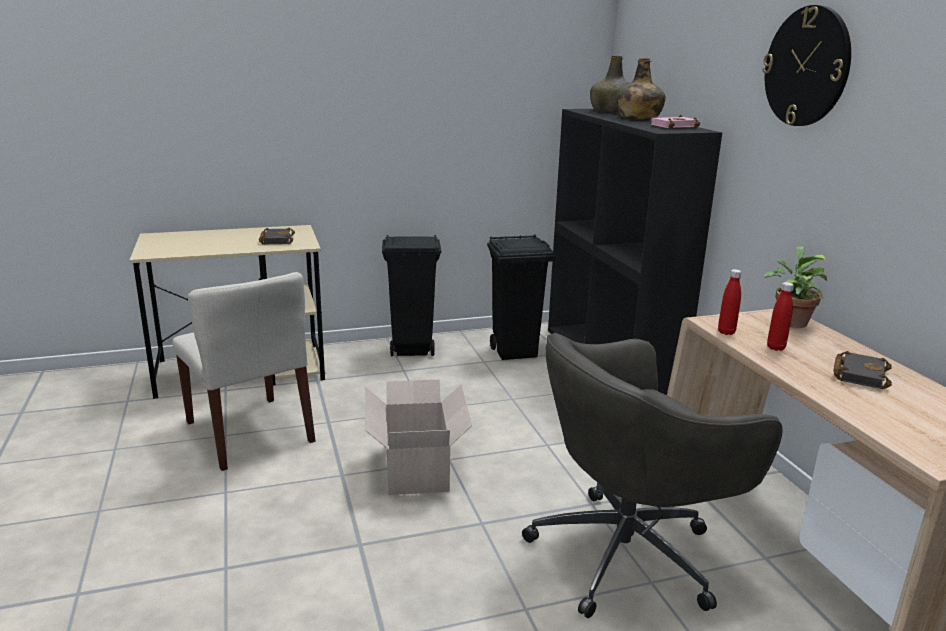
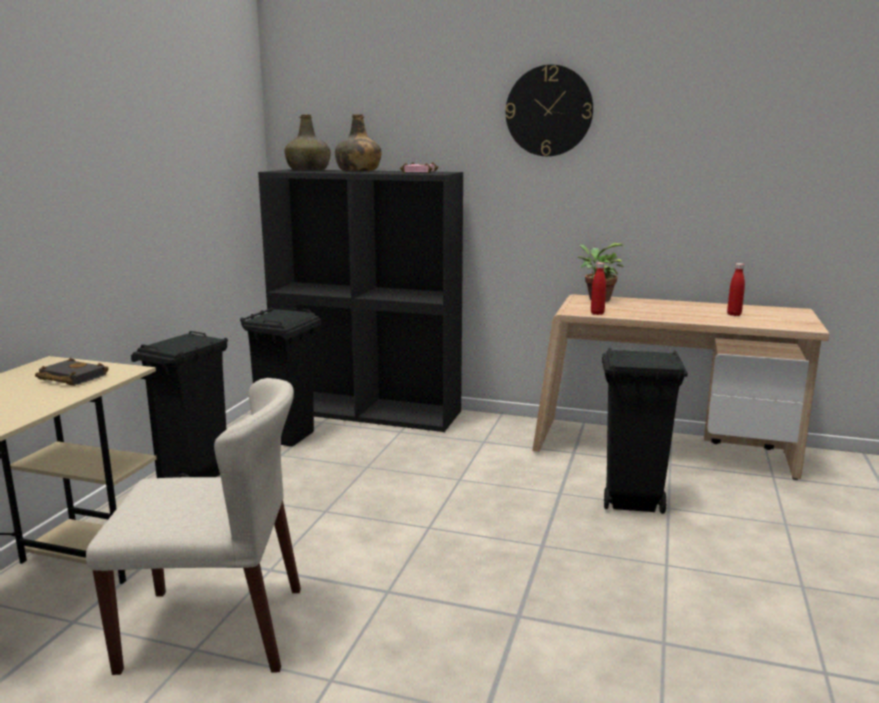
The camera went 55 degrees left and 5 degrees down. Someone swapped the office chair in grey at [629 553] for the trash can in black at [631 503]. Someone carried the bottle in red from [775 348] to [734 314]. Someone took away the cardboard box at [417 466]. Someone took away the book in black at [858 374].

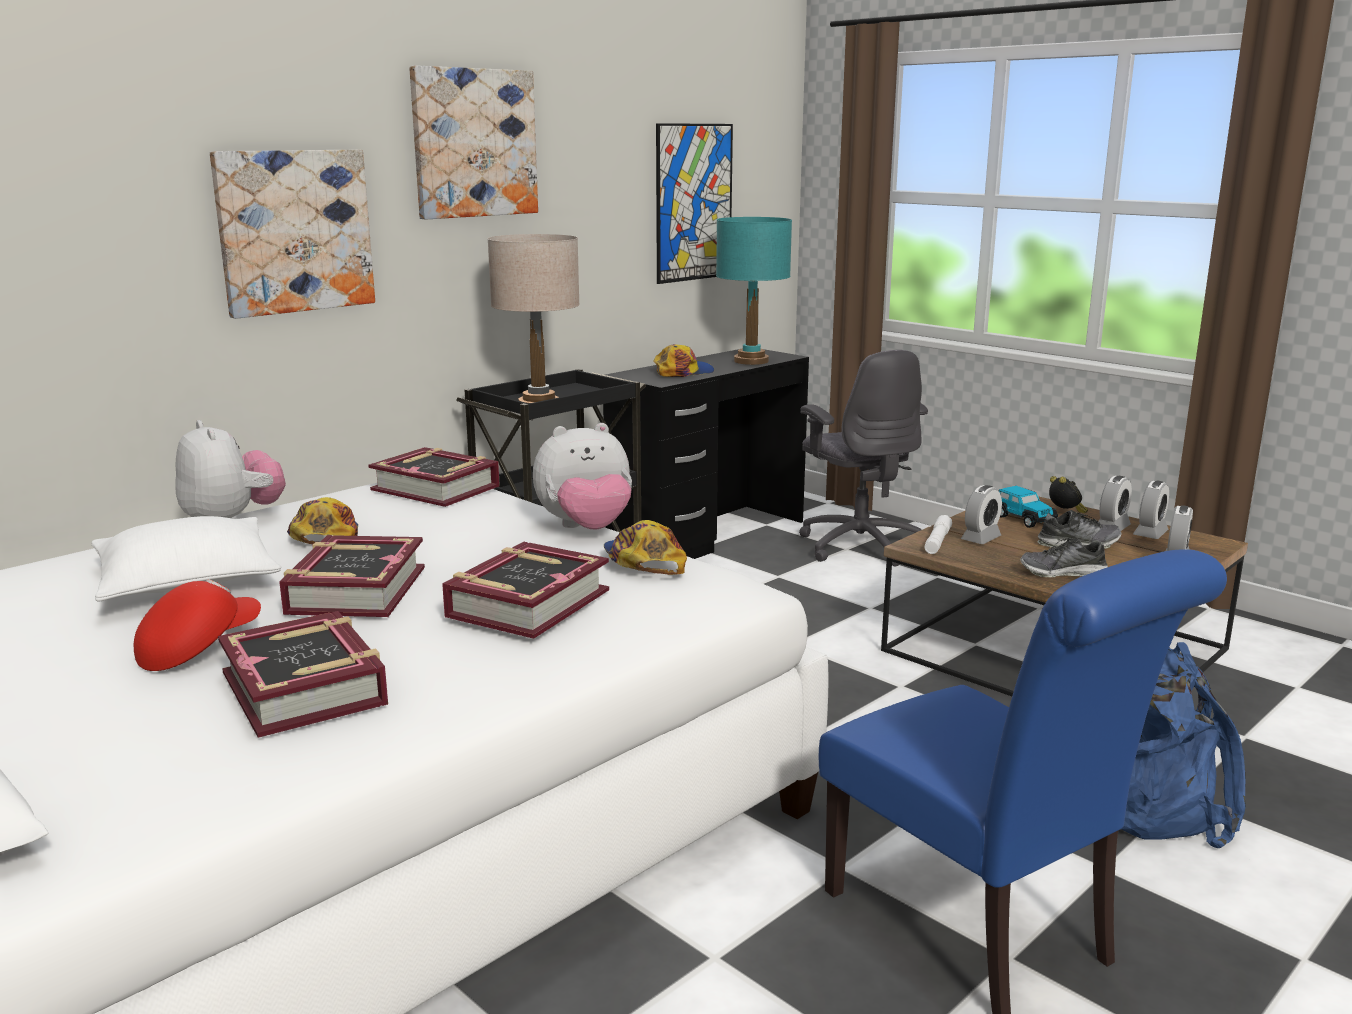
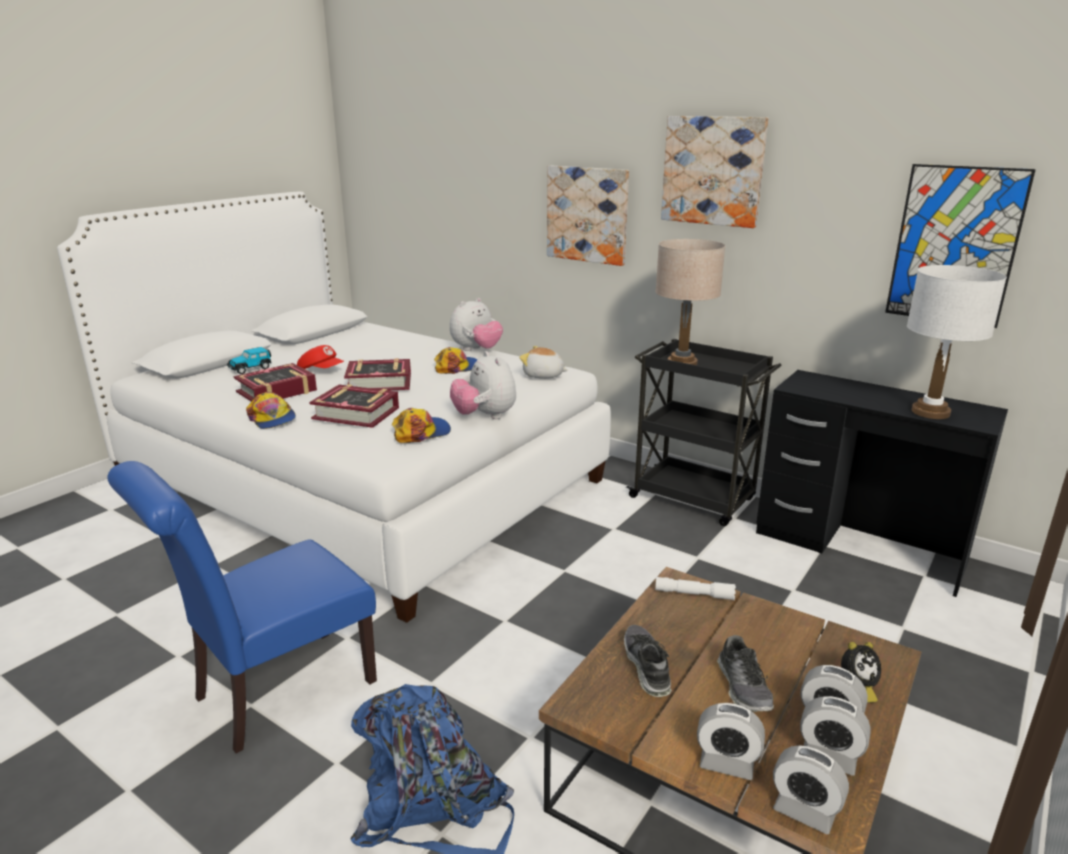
The camera went 80 degrees right and 5 degrees up. Someone carried the toy car from [1023 519] to [251 368]. Someone carried the cap from [683 372] to [272 419]. Someone swapped the book at [436 488] for the plush toy at [543 375]. Someone carried the alarm clock from [981 538] to [804 811]. Someone repainted the table lamp in turquoise at [751 361], which became the table lamp in white at [930 412]. Someone took away the pillow in white at [187 580]. Someone took away the office chair in grey at [859 545].

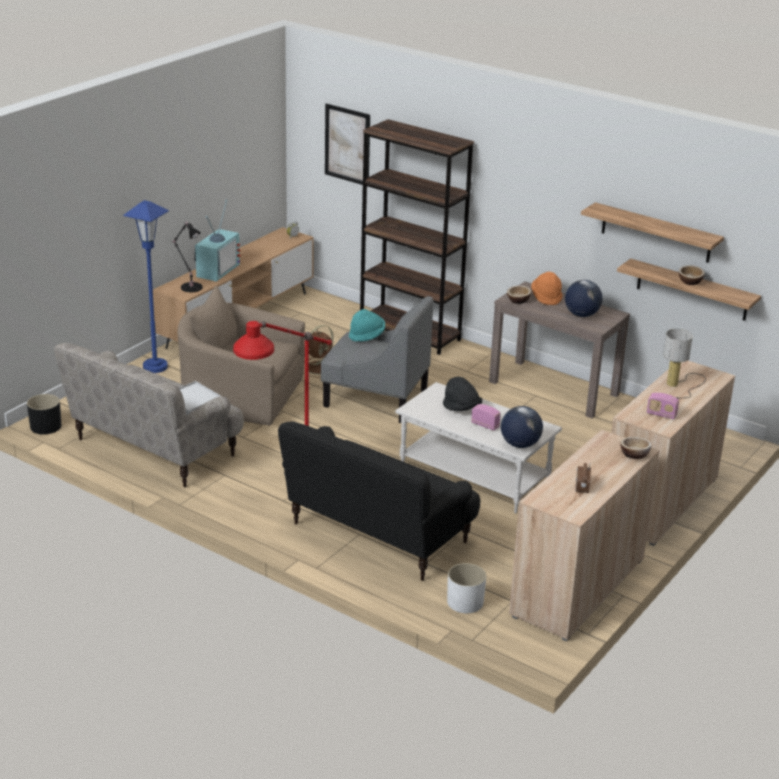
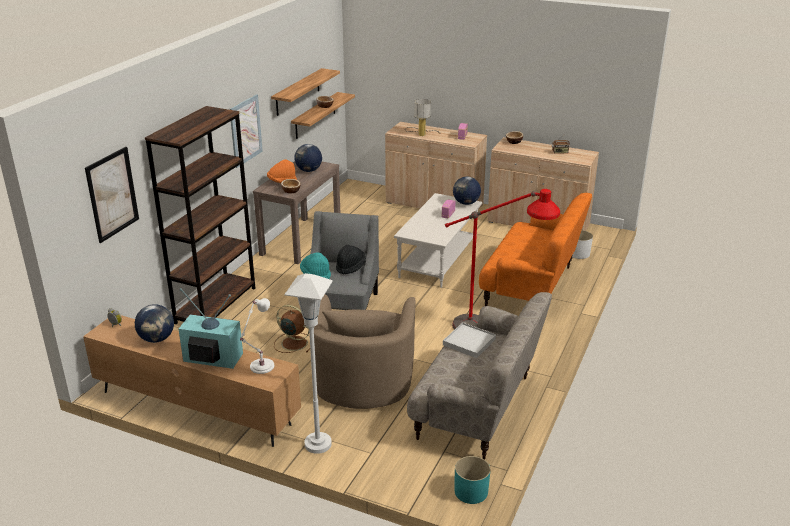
The camera went 100 degrees left and 0 degrees up. Someone put down the globe at [157 339]. Someone put up the picture at [245 130]. Someone repainted the table lamp in black at [190 287], which became the table lamp in white at [260 367]. Someone repainted the floor lamp in blue at [155 367], which became the floor lamp in white at [318 444]. Someone carried the hat in black from [461 408] to [350 267]. Someone repainted the planter in black at [45 426], which became the planter in turquoise at [471 492]. Someone repainted the sofa in black at [377 535], which became the sofa in orange at [531 287].

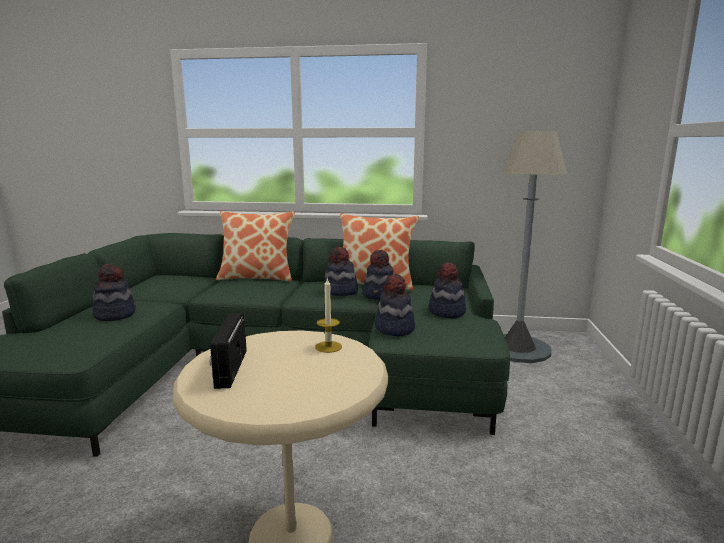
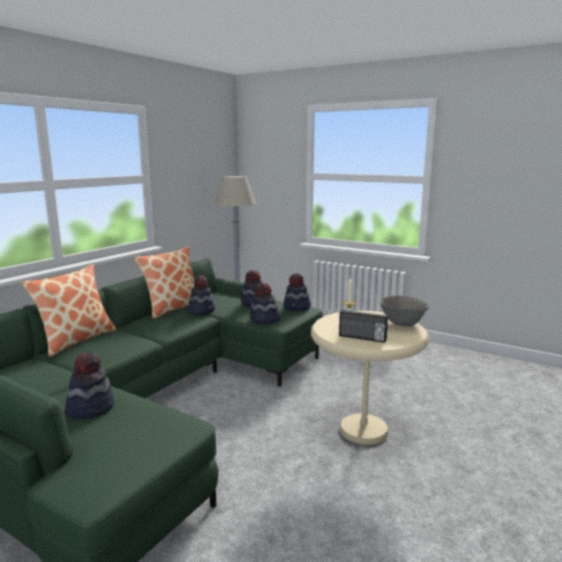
The camera went 65 degrees left and 0 degrees up. Someone carried the hat from [340 291] to [297 308]. Someone put down the bowl in grey at [402 324].

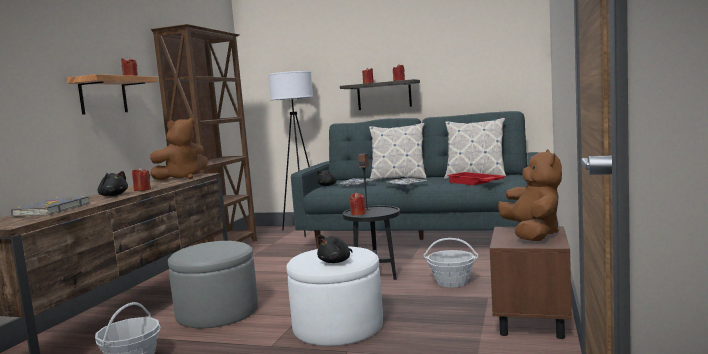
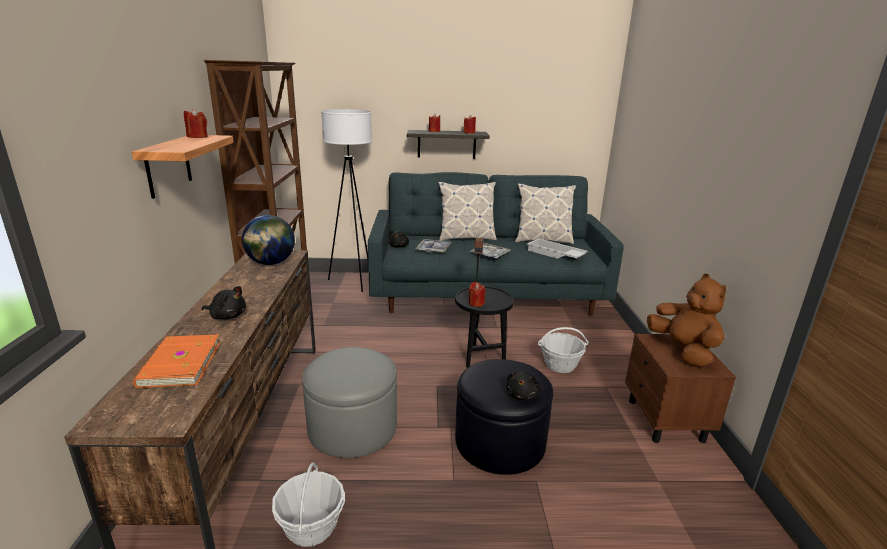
The camera went 20 degrees left and 15 degrees up. Someone repainted the book in grey at [51 210], which became the book in orange at [179 364]. Someone swapped the plush toy in brown at [182 178] for the globe at [271 263]. Someone repainted the ottoman in white at [338 326], which became the ottoman in black at [500 441]. Someone repainted the tray in red at [474 183], which became the tray in white at [555 254]. Someone took away the candle in red at [142 190].

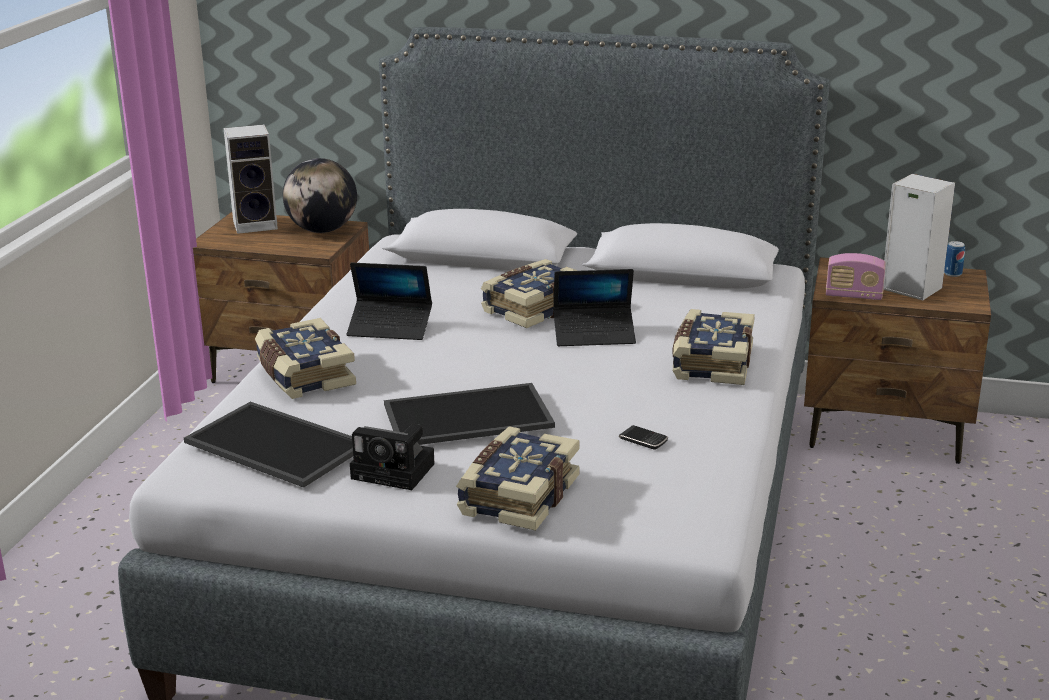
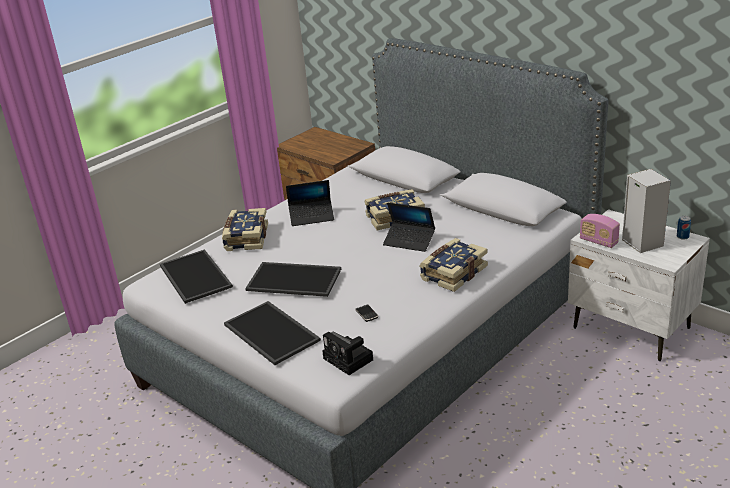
The camera went 30 degrees right and 5 degrees up. Someone swapped the book at [517 496] for the tray at [273 332]. Someone rotated the laptop at [390 328] by 45 degrees counterclockwise. Someone carried the photo camera from [396 471] to [350 360]. Someone repainted the nightstand in brown at [886 432], which became the nightstand in white at [631 328]. Someone took away the speaker at [257 224]. Someone took away the globe at [322 230].

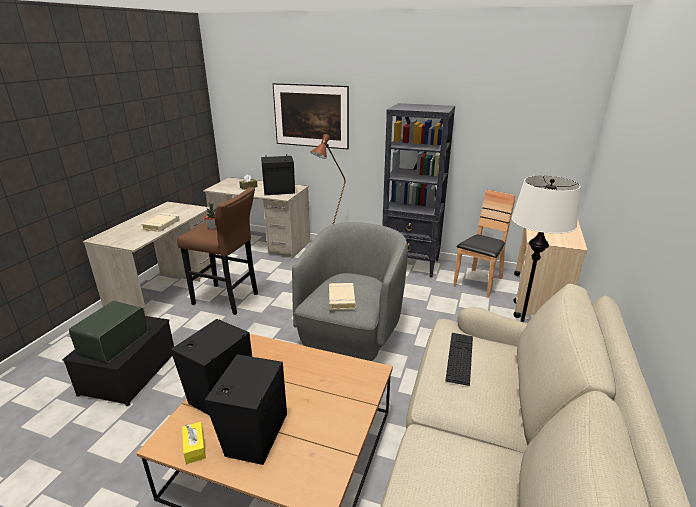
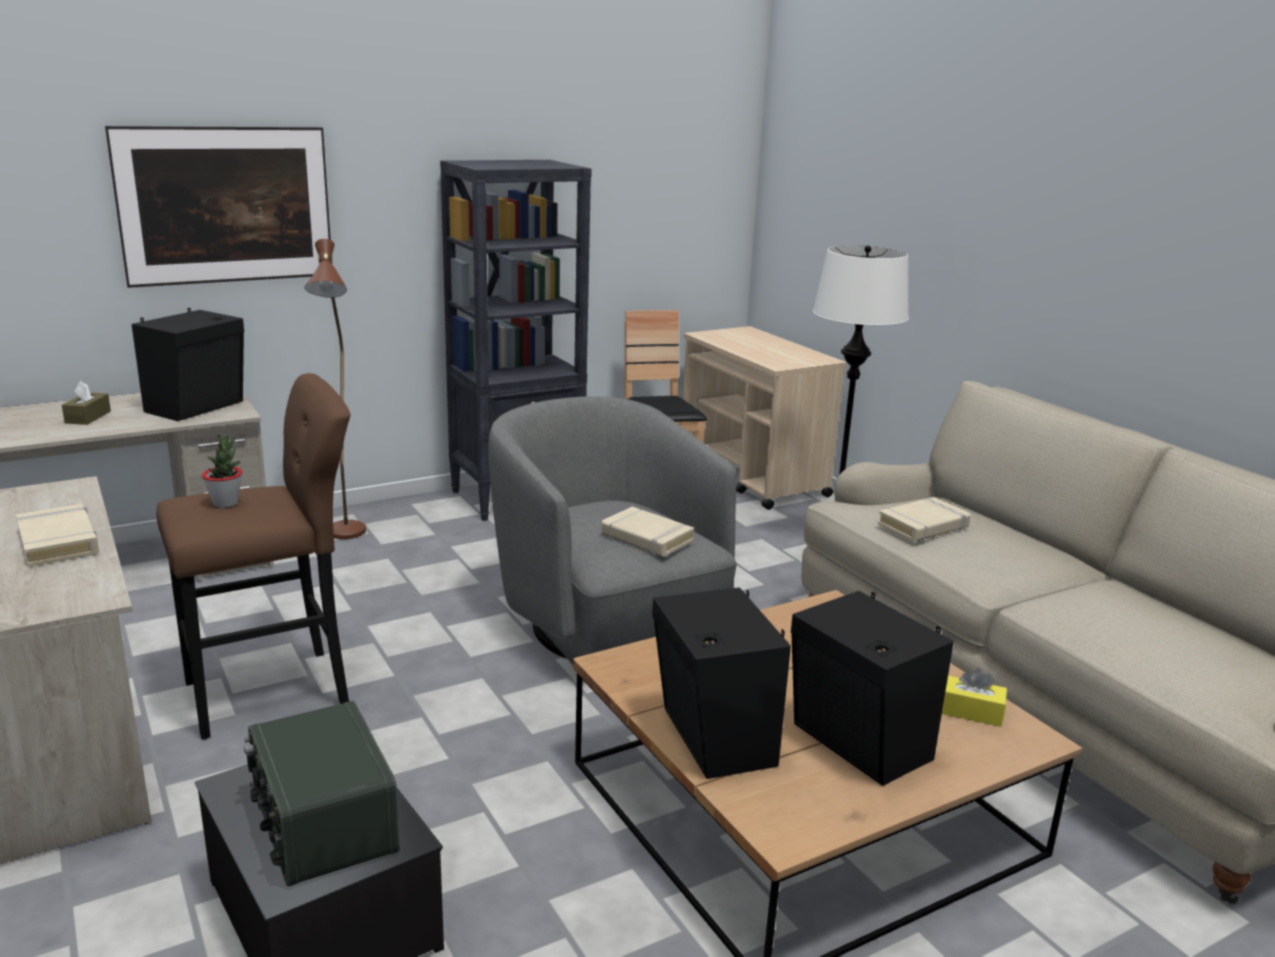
The camera went 50 degrees left and 5 degrees down. Someone swapped the keyboard at [459 357] for the book in beige at [923 526]. Someone carried the tissue box in yellow from [194 447] to [970 711].

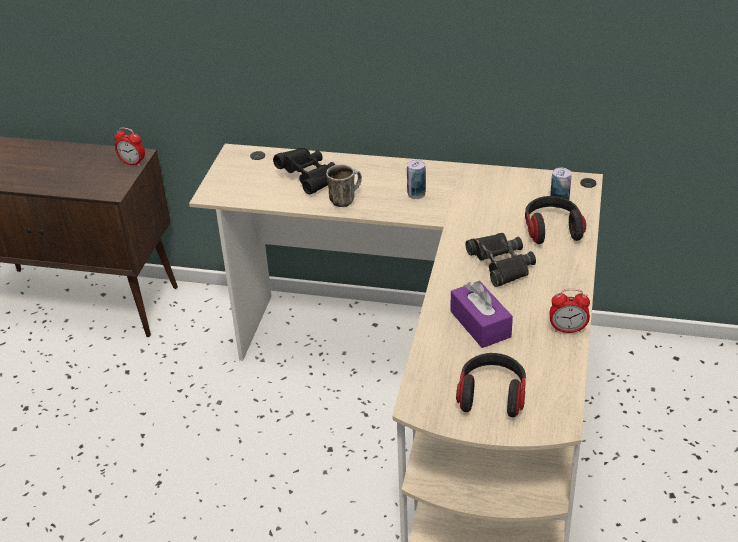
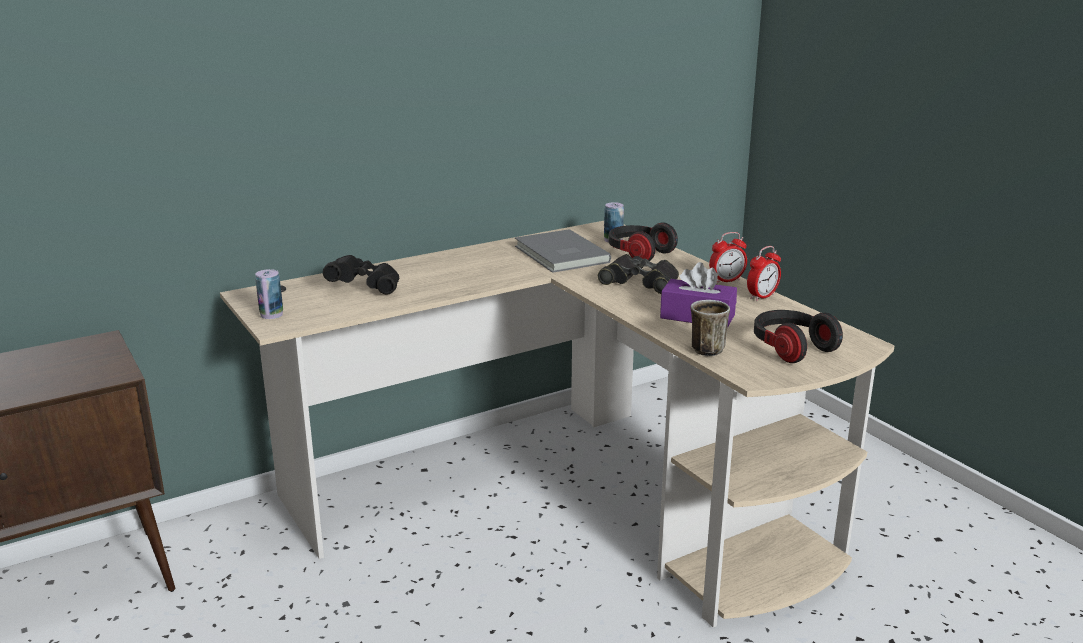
The camera went 45 degrees left and 15 degrees down. Someone carried the can from [416 194] to [271 314]. Someone put down the book in grey at [560 255]. Someone carried the mug from [345 199] to [706 348]. Someone carried the alarm clock from [132 163] to [726 280].

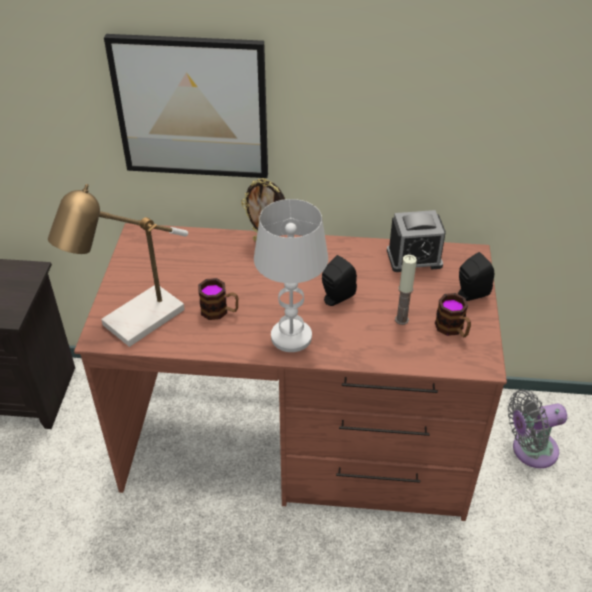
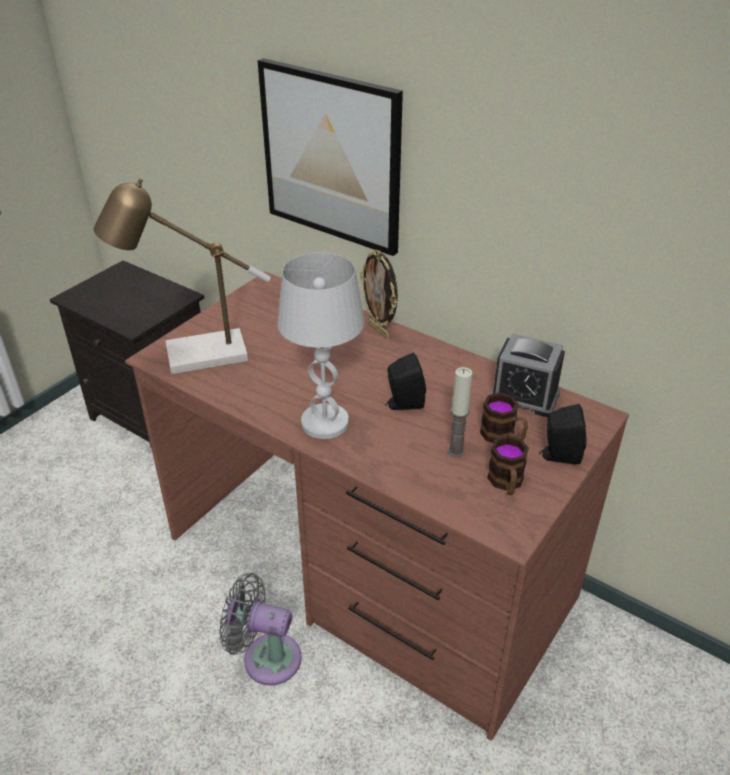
The camera went 30 degrees right and 5 degrees down. Someone carried the fan in grey from [530 450] to [266 657]. Someone carried the mug from [220 311] to [503 436].

